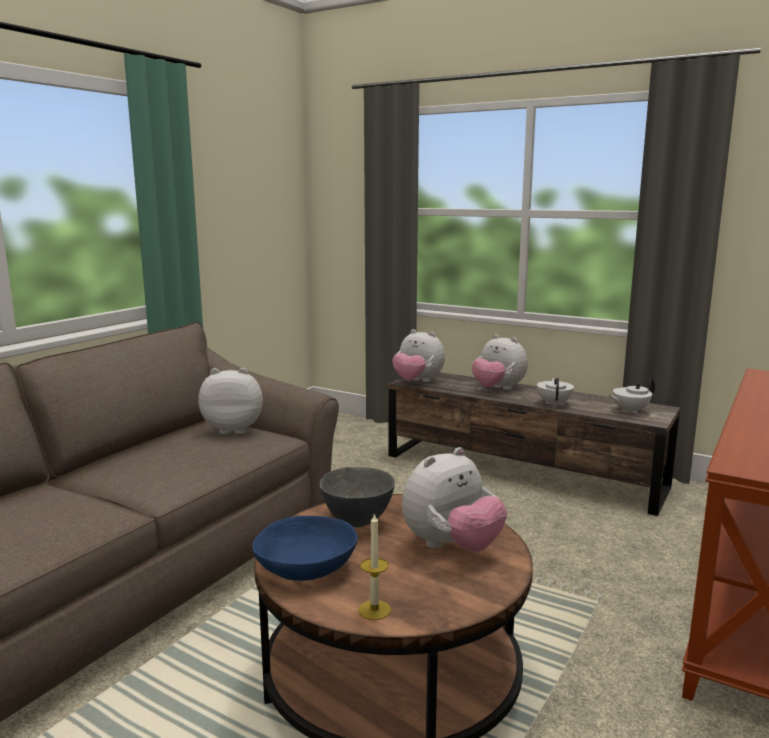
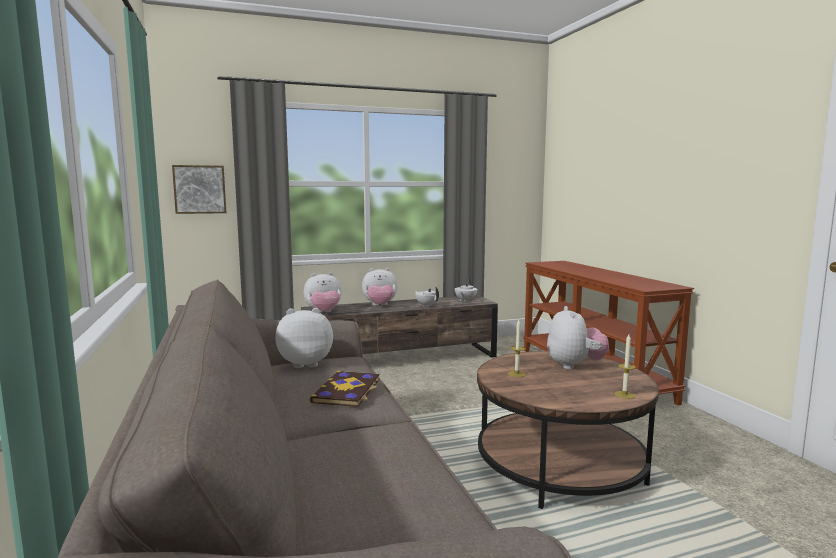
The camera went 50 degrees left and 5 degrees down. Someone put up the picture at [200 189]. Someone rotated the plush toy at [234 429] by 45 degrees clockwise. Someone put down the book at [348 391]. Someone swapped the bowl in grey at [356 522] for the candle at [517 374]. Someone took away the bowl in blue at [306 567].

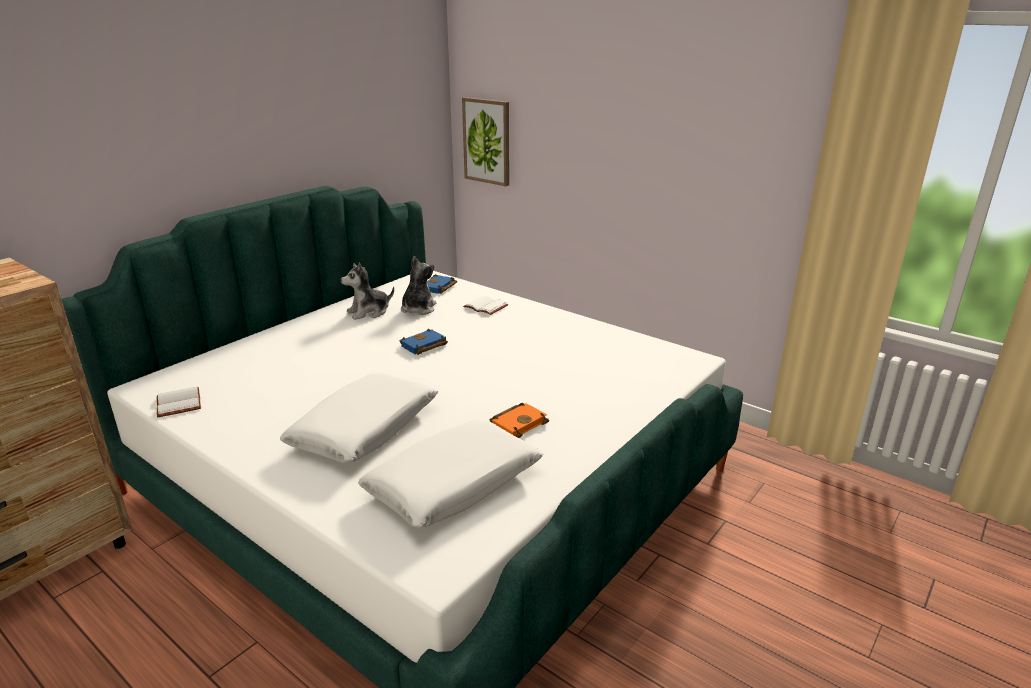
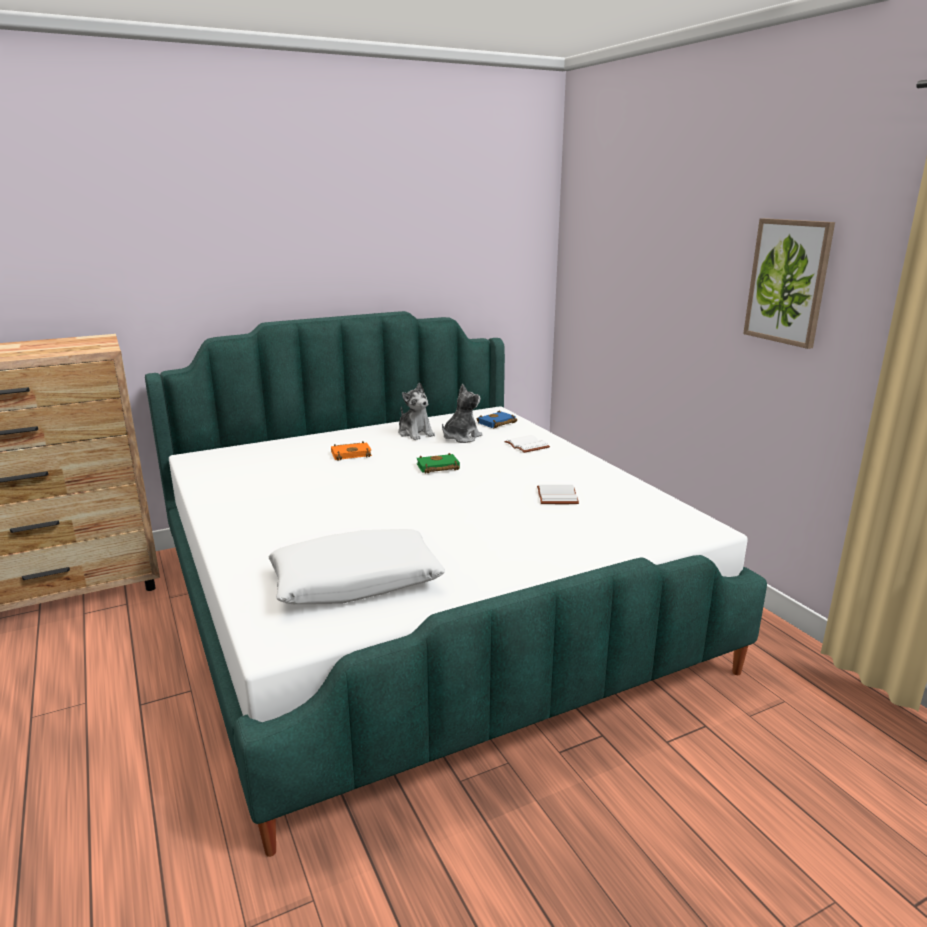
The camera went 25 degrees right and 5 degrees down. Someone carried the book in orange from [518 423] to [352 454]. Someone rotated the plush toy at [369 312] by 120 degrees counterclockwise. Someone repainted the book in blue at [423 346], which became the book in green at [437 468]. Someone carried the book in white from [177 403] to [555 496]. Someone carried the picture from [487 141] to [788 282]. Someone took away the pillow in white at [365 429].

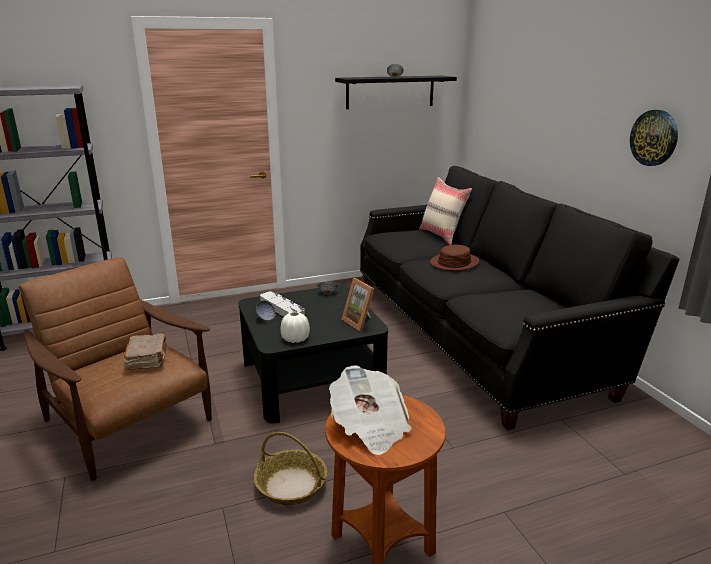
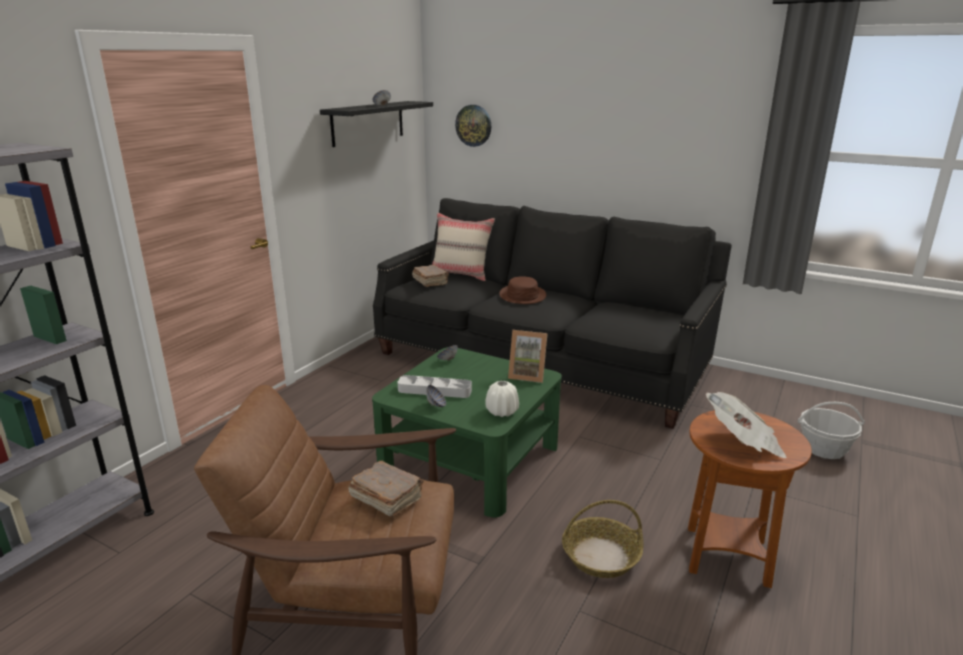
The camera went 40 degrees left and 0 degrees up. Someone repainted the coffee table in black at [312 378], which became the coffee table in green at [471 459]. Someone put down the book in brown at [430 282]. Someone carried the wall clock from [654 138] to [473 125]. Someone put down the basket at [824 449].

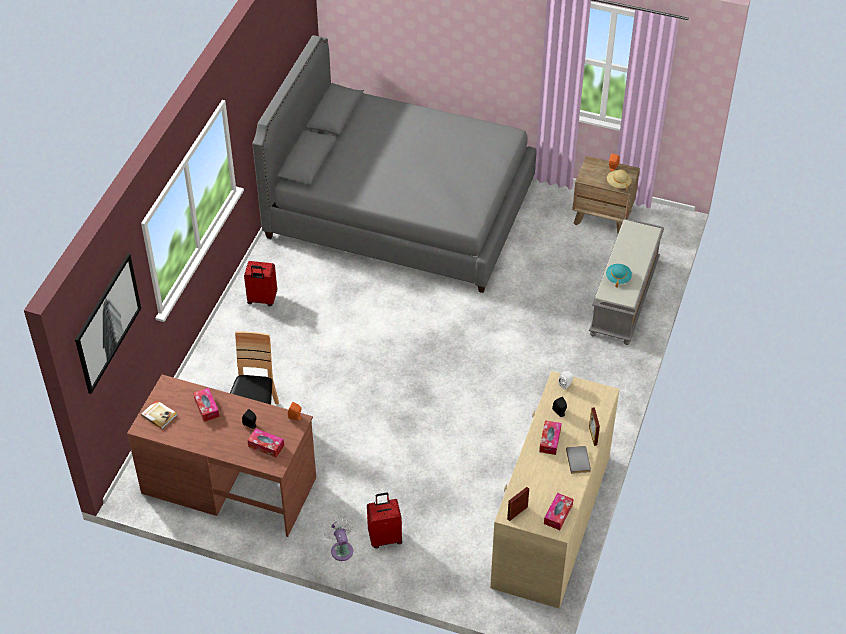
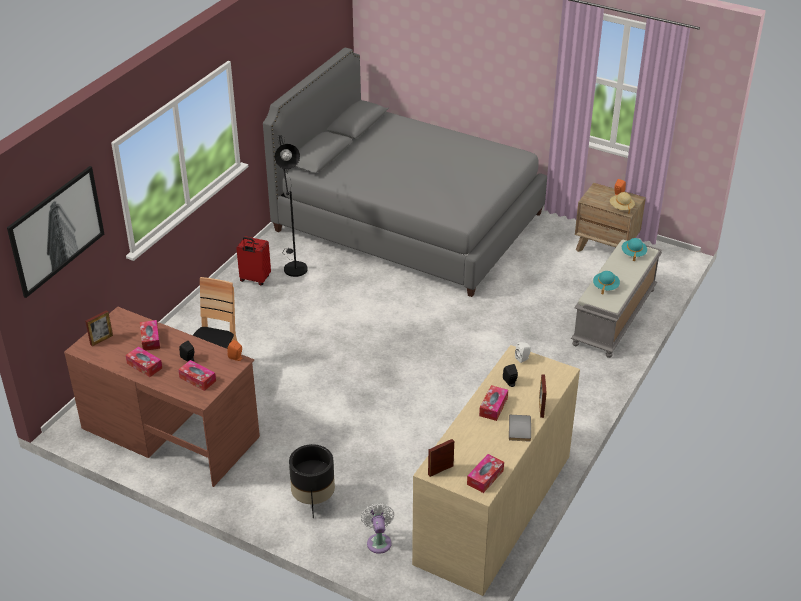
The camera went 10 degrees right and 10 degrees down. Someone swapped the book at [159 415] for the picture frame at [101 340]. Someone put down the tissue box at [144 366]. Someone put down the floor lamp in black at [293 266]. Someone swapped the suitcase in red at [385 537] for the planter in black at [313 501]. Someone carried the fan in white from [341 549] to [378 541]. Someone put down the hat in turquoise at [633 253].

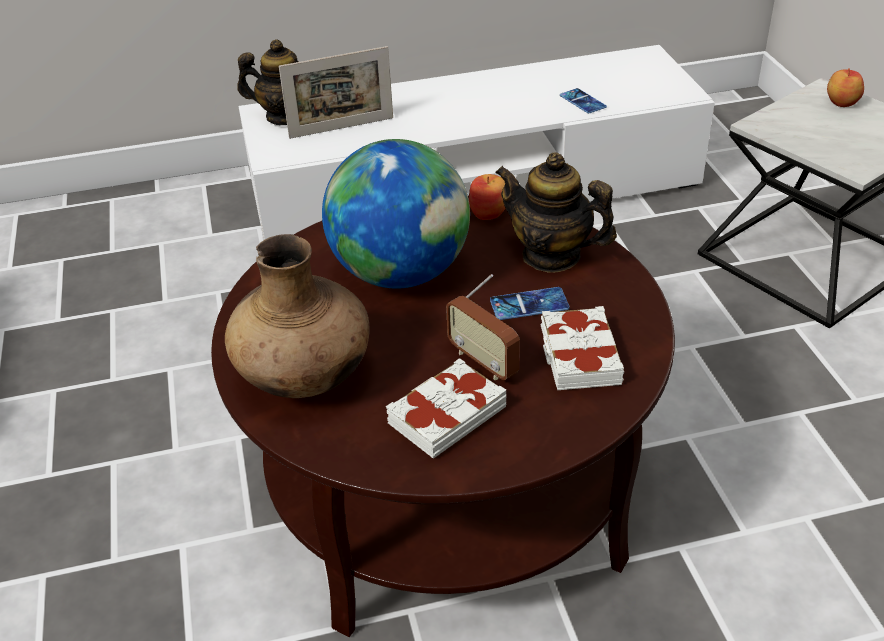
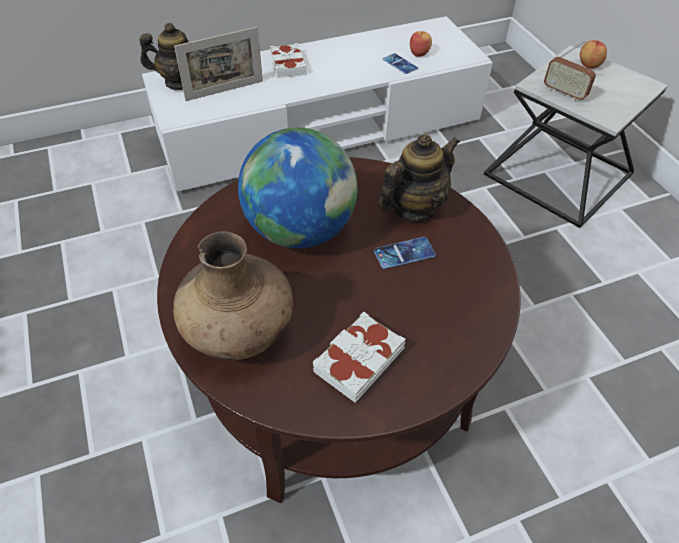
The camera went 10 degrees left and 10 degrees up. Someone carried the book in white from [578 356] to [287 65]. Someone rotated the teapot at [551 255] by 120 degrees clockwise. Someone carried the apple from [489 213] to [419 53]. Someone carried the radio from [483 362] to [564 93].

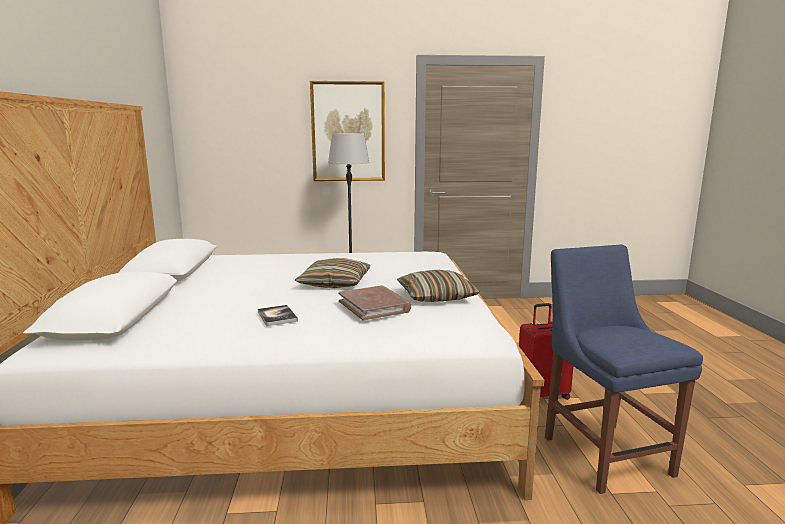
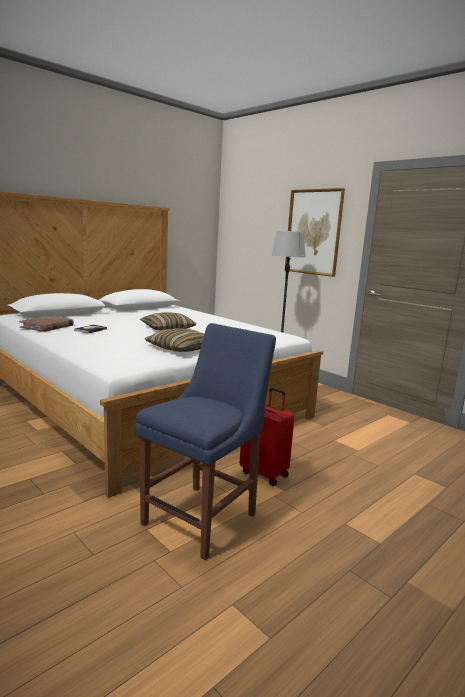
The camera went 50 degrees right and 0 degrees up. Someone carried the book in brown from [374 306] to [47 326].

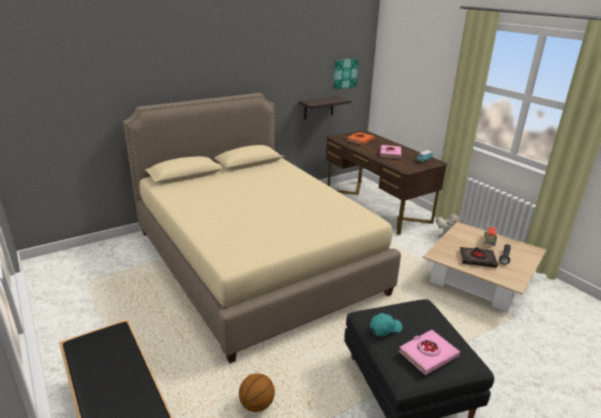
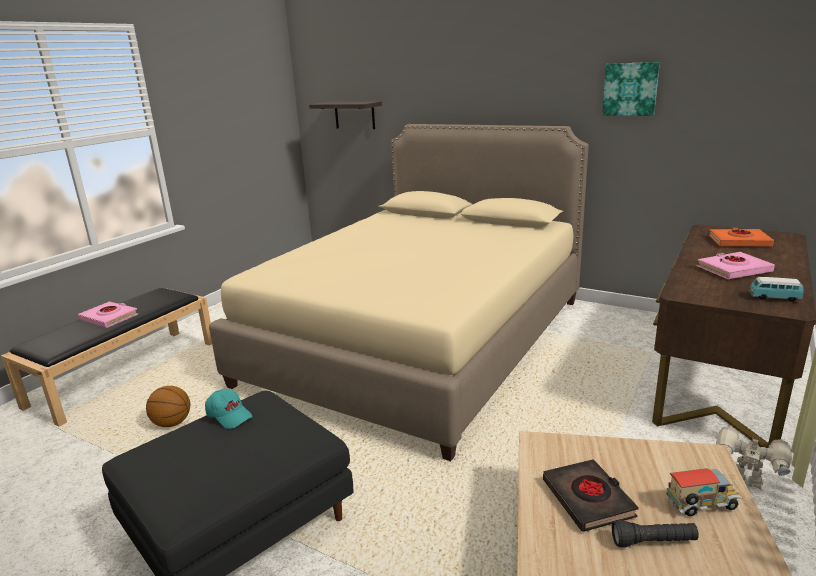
The camera went 65 degrees right and 5 degrees down. Someone carried the book in pink from [428 354] to [109 318]. Someone carried the shelf from [318 107] to [354 115]. Someone carried the picture from [344 73] to [630 89].

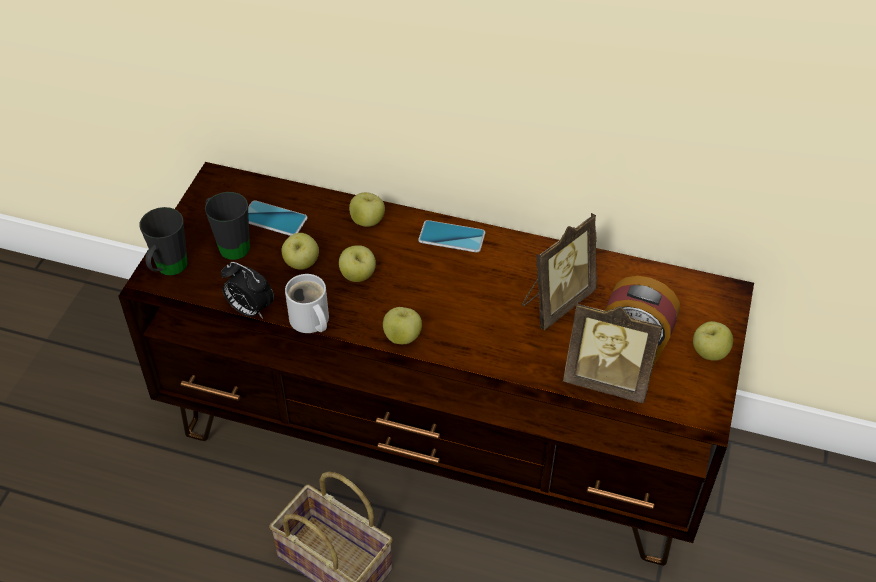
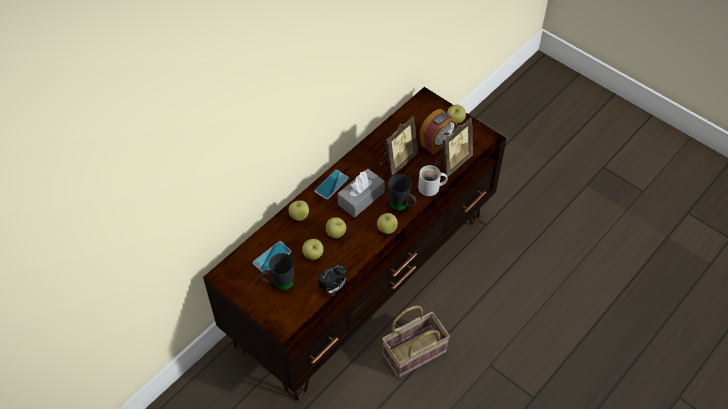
The camera went 65 degrees left and 5 degrees up. Someone put down the tissue box in grey at [361 198]. Someone rotated the picture frame at [556 302] by 60 degrees clockwise. Someone carried the mug in black from [168 270] to [402 206]. Someone carried the mug in white from [309 321] to [431 188].

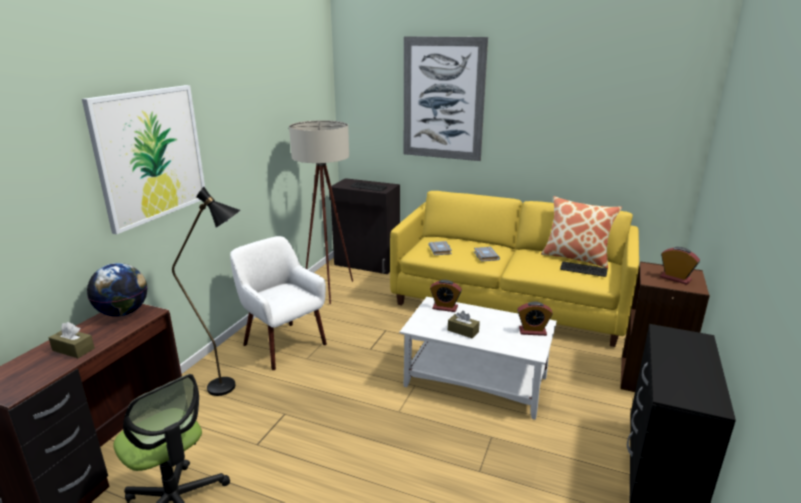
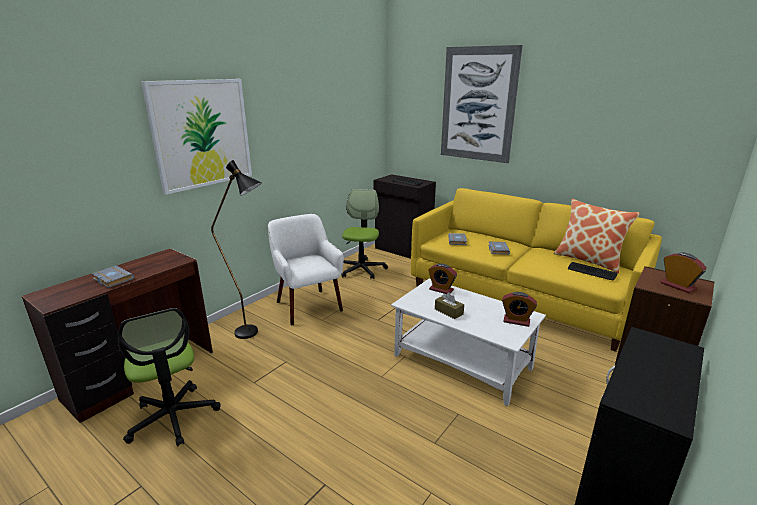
The camera went 15 degrees right and 0 degrees up. Someone swapped the tissue box in brown at [73 349] for the book in grey at [112 279]. Someone swapped the floor lamp in beige at [329 292] for the office chair at [361 269]. Someone took away the globe at [123 313].

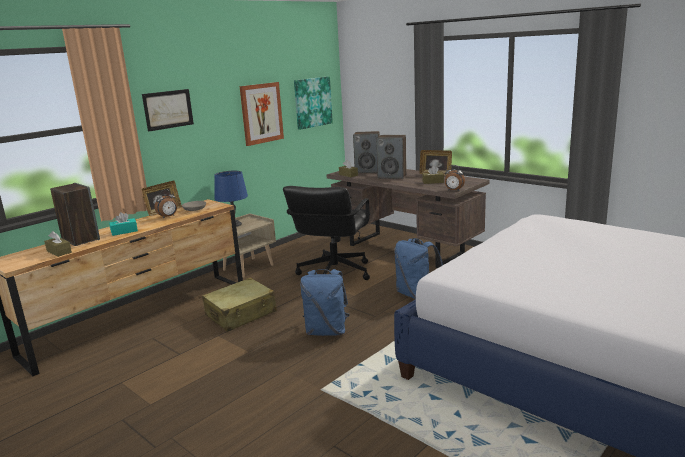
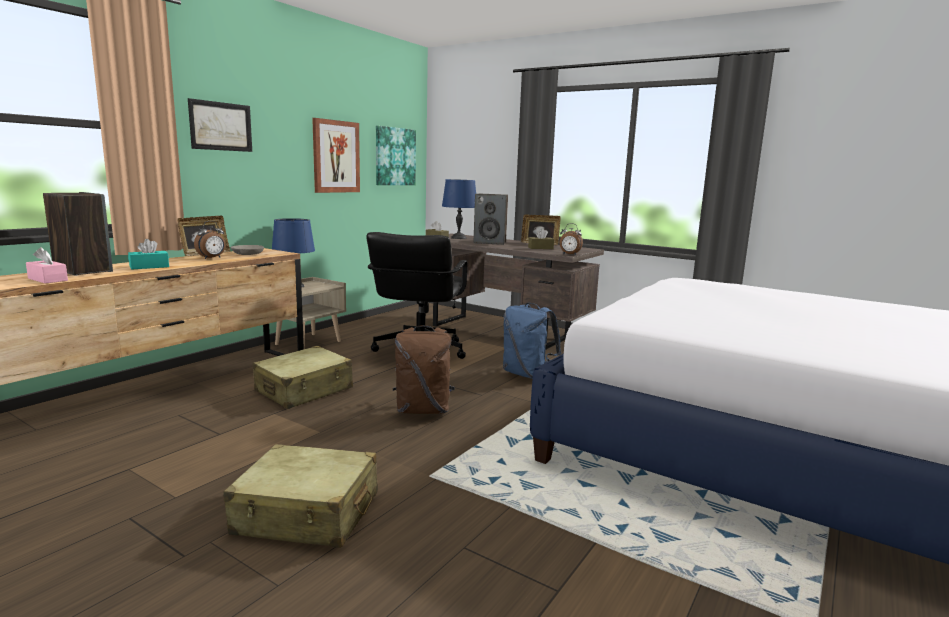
The camera went 10 degrees left and 5 degrees down. Someone repainted the tissue box in brown at [59 252], which became the tissue box in pink at [48 279]. Someone put down the suitcase in beige at [307 514]. Someone repainted the backpack in blue at [327 331], which became the backpack in brown at [423 410]. Someone swapped the speaker at [368 171] for the table lamp in blue at [459 238].

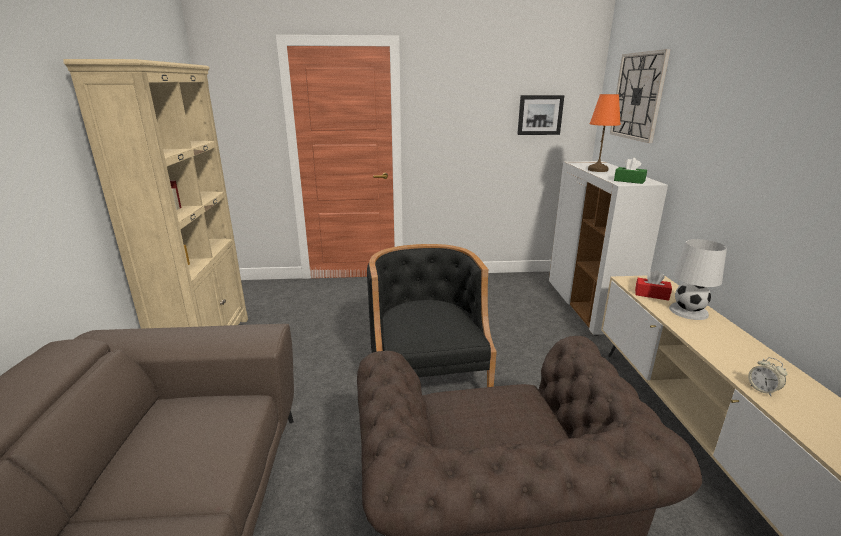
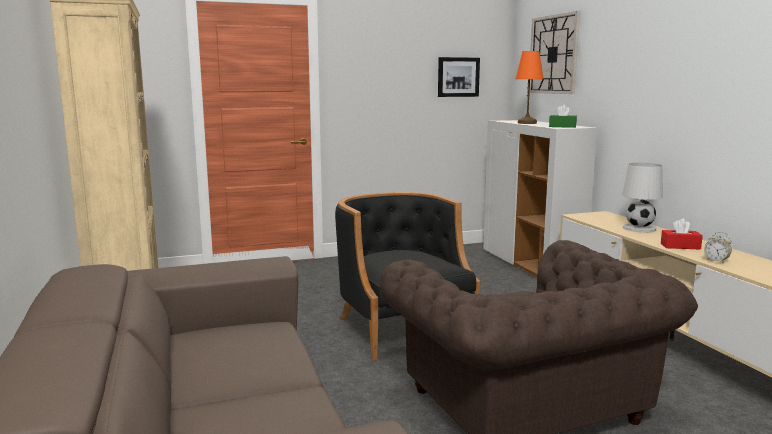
The camera went 15 degrees left and 10 degrees down. Someone carried the tissue box in red from [651 294] to [680 246].

